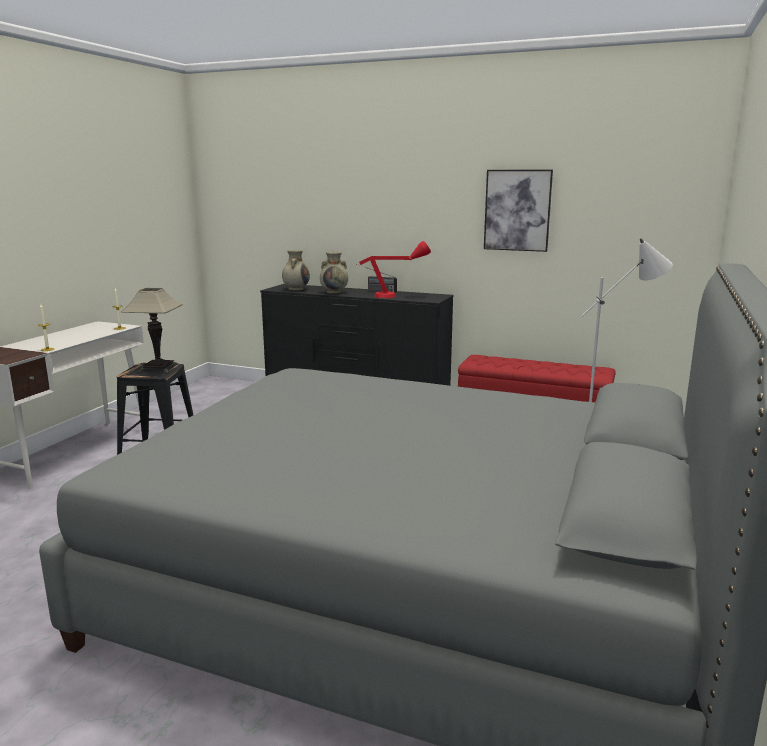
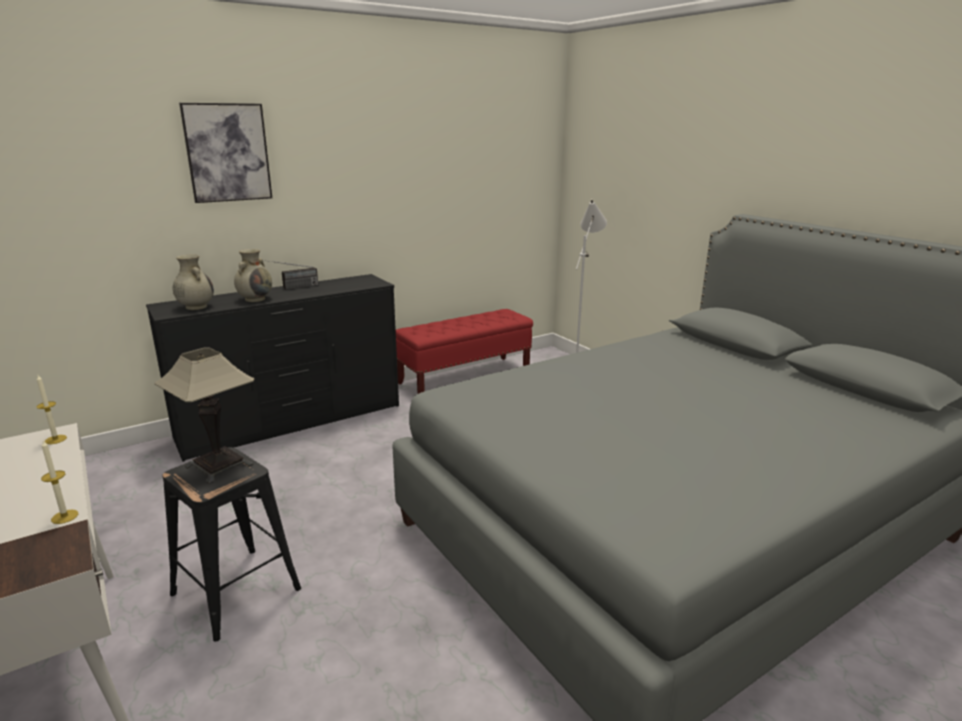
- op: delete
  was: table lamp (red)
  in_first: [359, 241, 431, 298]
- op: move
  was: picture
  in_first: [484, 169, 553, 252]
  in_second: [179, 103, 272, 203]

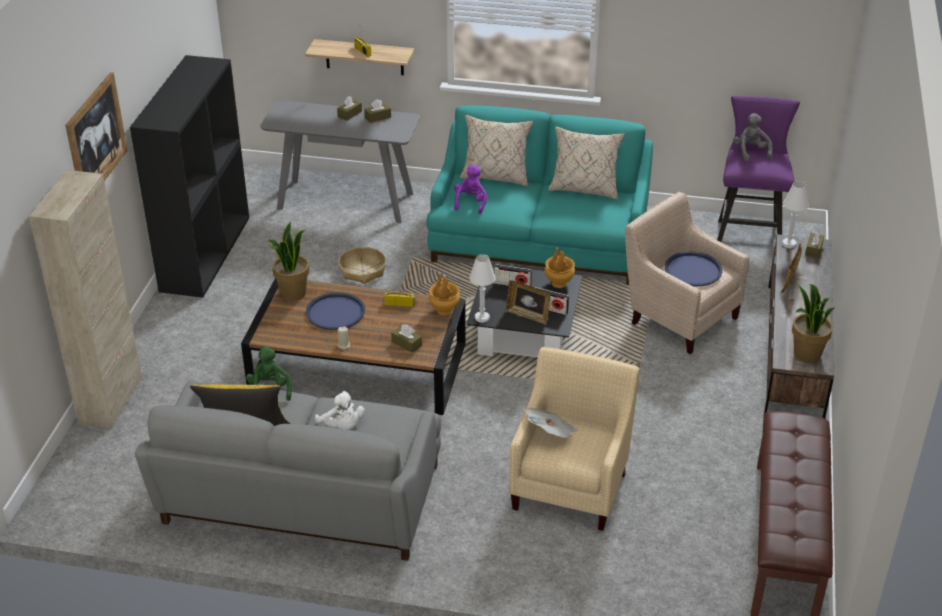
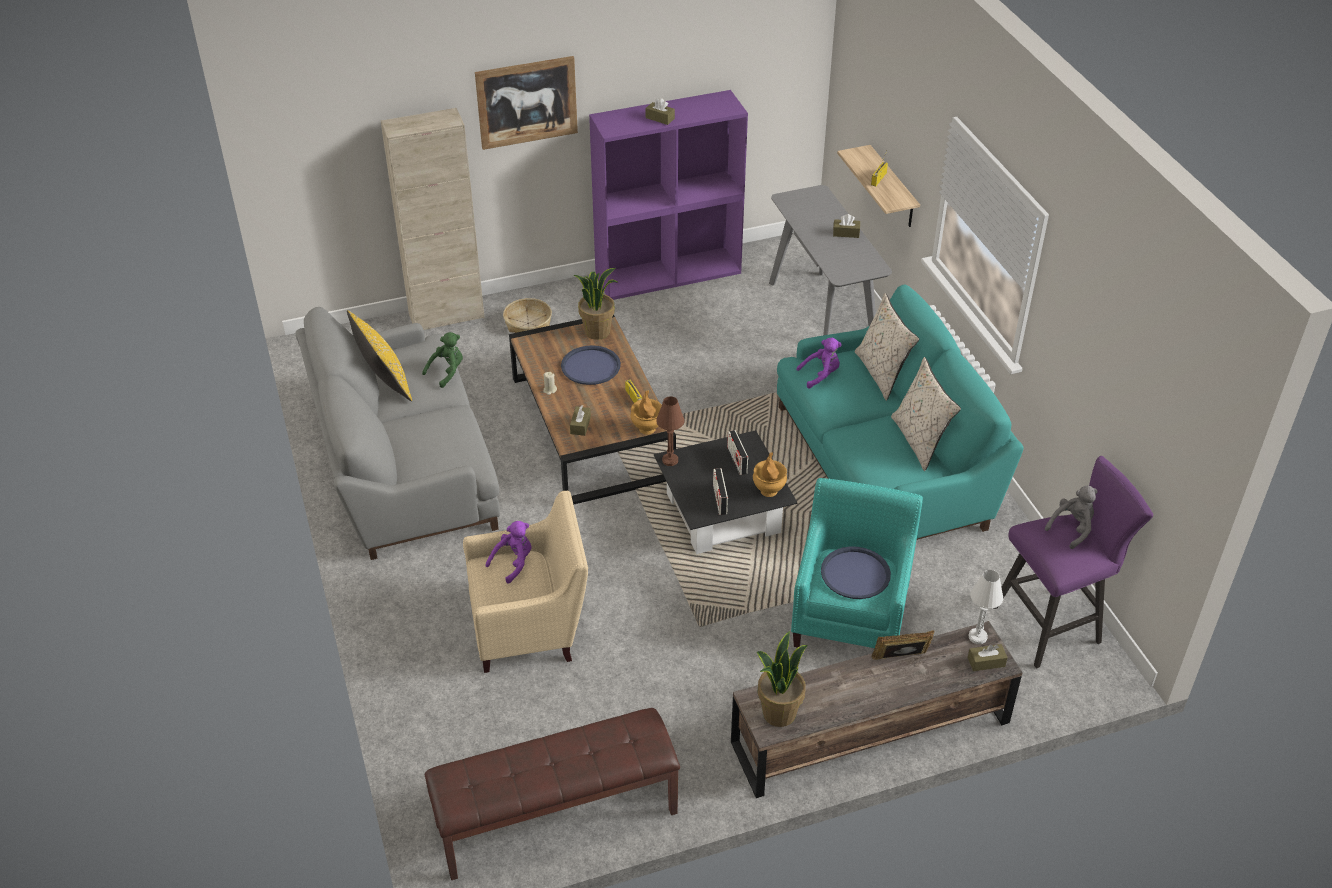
- op: recolor
  was: bookcase (black)
  now: bookcase (purple)
  in_first: [130, 55, 249, 298]
  in_second: [589, 90, 748, 300]
- op: delete
  was: plush toy (white)
  in_first: [315, 391, 365, 430]
- op: move
  was: basket
  in_first: [338, 247, 386, 284]
  in_second: [503, 298, 552, 333]
- op: move
  was: tissue box (brown)
  in_first: [364, 99, 391, 123]
  in_second: [645, 98, 675, 125]
- op: recolor
  was: table lamp (white)
  now: table lamp (brown)
  in_first: [469, 254, 496, 323]
  in_second: [656, 396, 685, 466]
- op: delete
  was: picture frame
  in_first: [506, 280, 551, 325]
- op: replace
  was: newspaper
  now: plush toy (purple)
  in_first: [525, 408, 579, 439]
  in_second: [485, 521, 532, 584]
- op: recolor
  was: armchair (beige)
  now: armchair (turquoise)
  in_first: [625, 192, 749, 354]
  in_second: [791, 478, 923, 648]

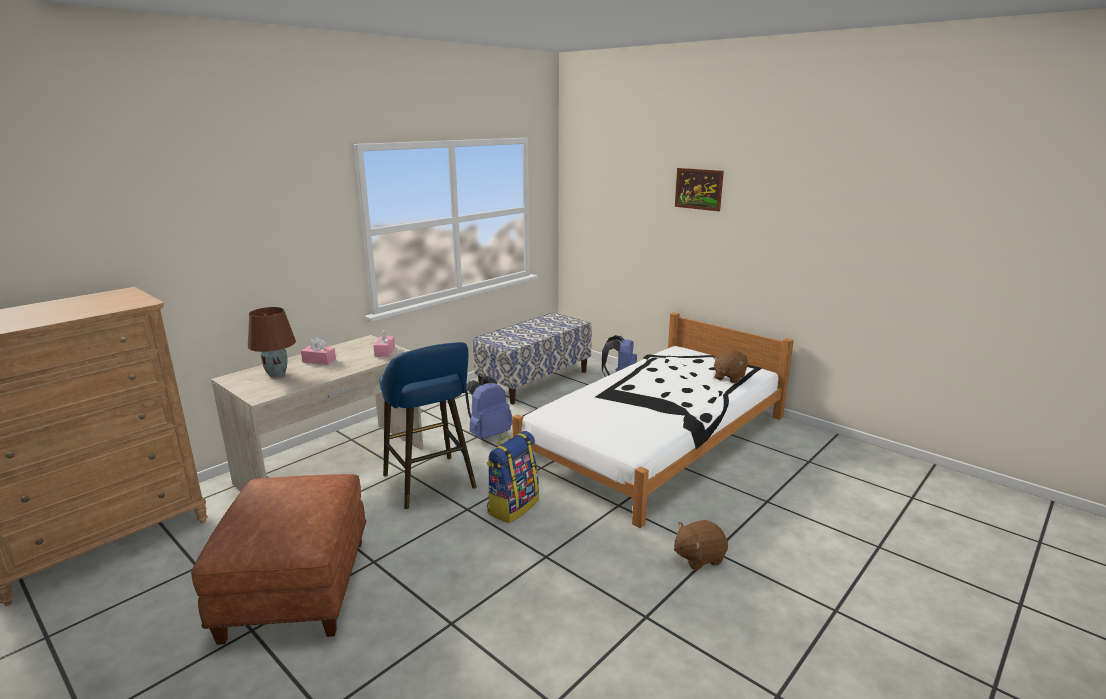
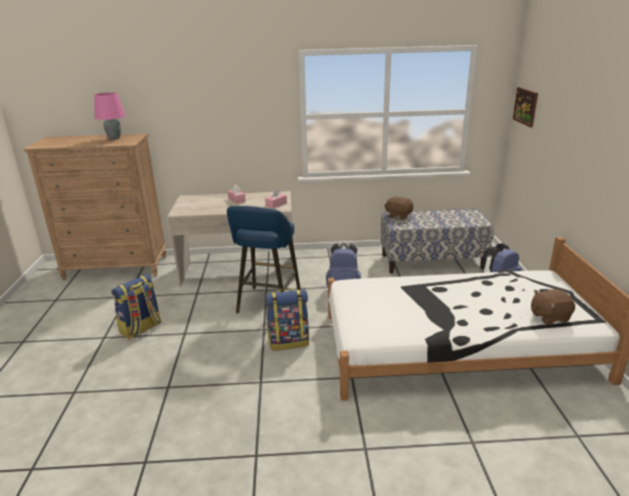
- op: replace
  was: ottoman (brown)
  now: backpack
  in_first: [191, 474, 366, 645]
  in_second: [111, 274, 162, 339]
- op: delete
  was: table lamp (brown)
  in_first: [248, 307, 296, 377]
- op: move
  was: plush toy (brown)
  in_first: [674, 520, 728, 570]
  in_second: [384, 196, 413, 220]
- op: move
  was: picture
  in_first: [675, 168, 724, 211]
  in_second: [513, 87, 538, 127]
- op: insert
  now: table lamp (pink)
  in_second: [94, 92, 126, 140]

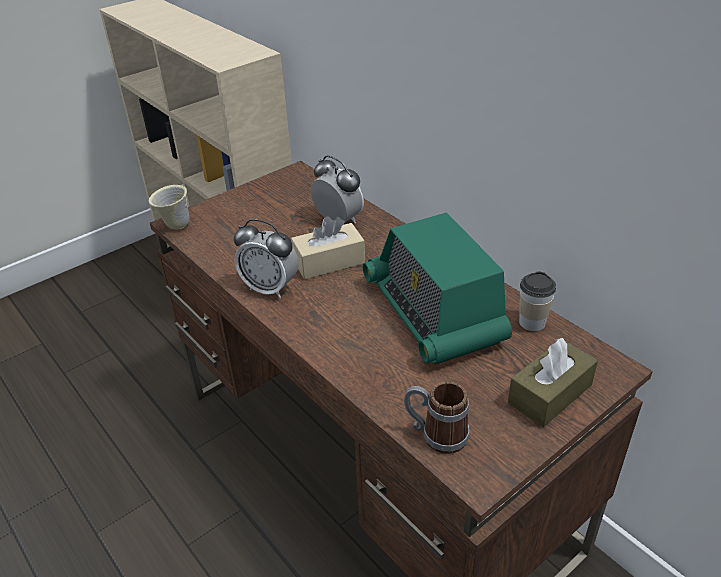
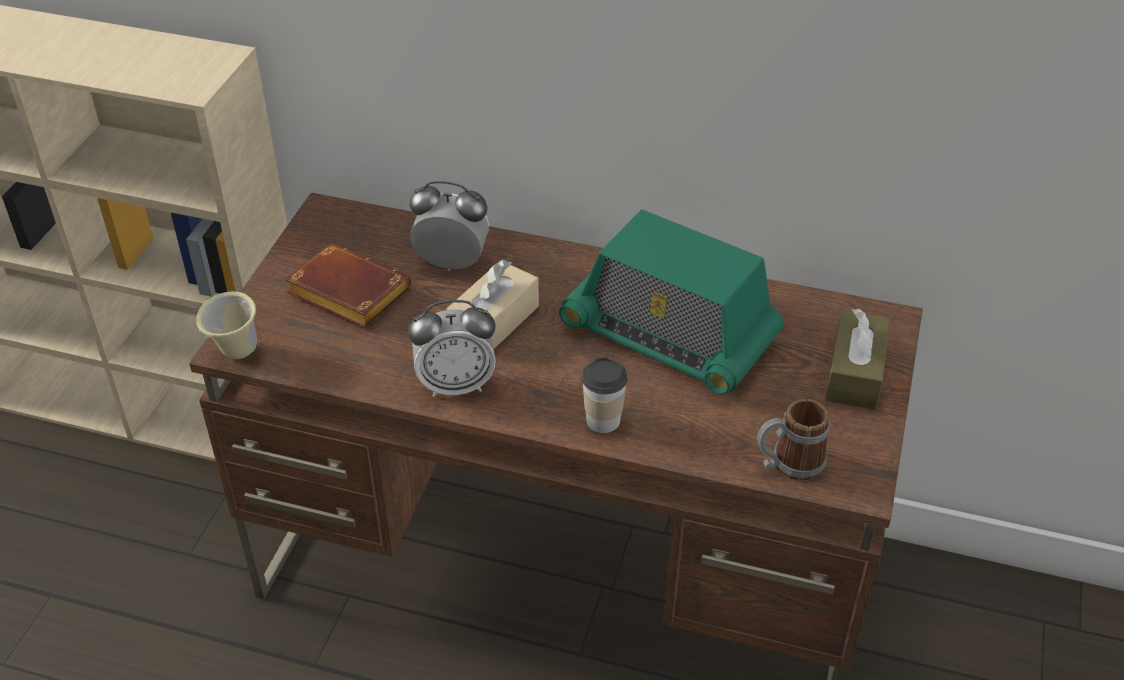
- op: move
  was: cup
  in_first: [519, 271, 556, 331]
  in_second: [582, 357, 628, 433]
- op: insert
  now: book (brown)
  in_second: [285, 243, 411, 328]

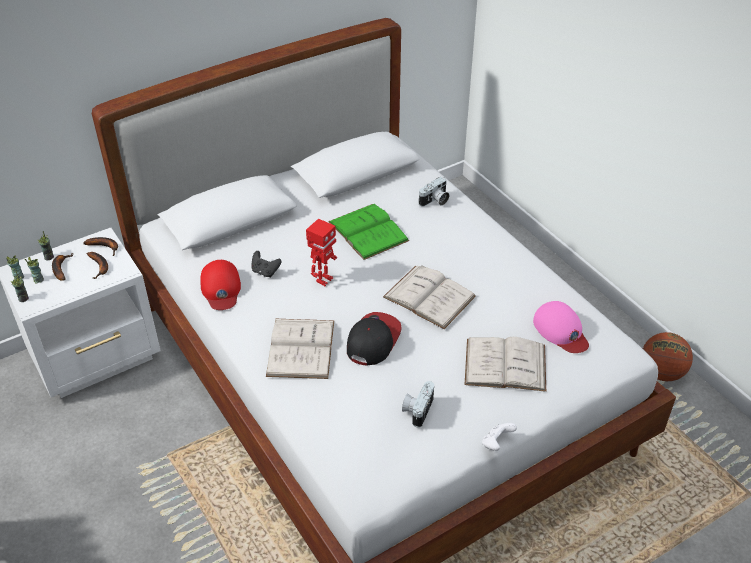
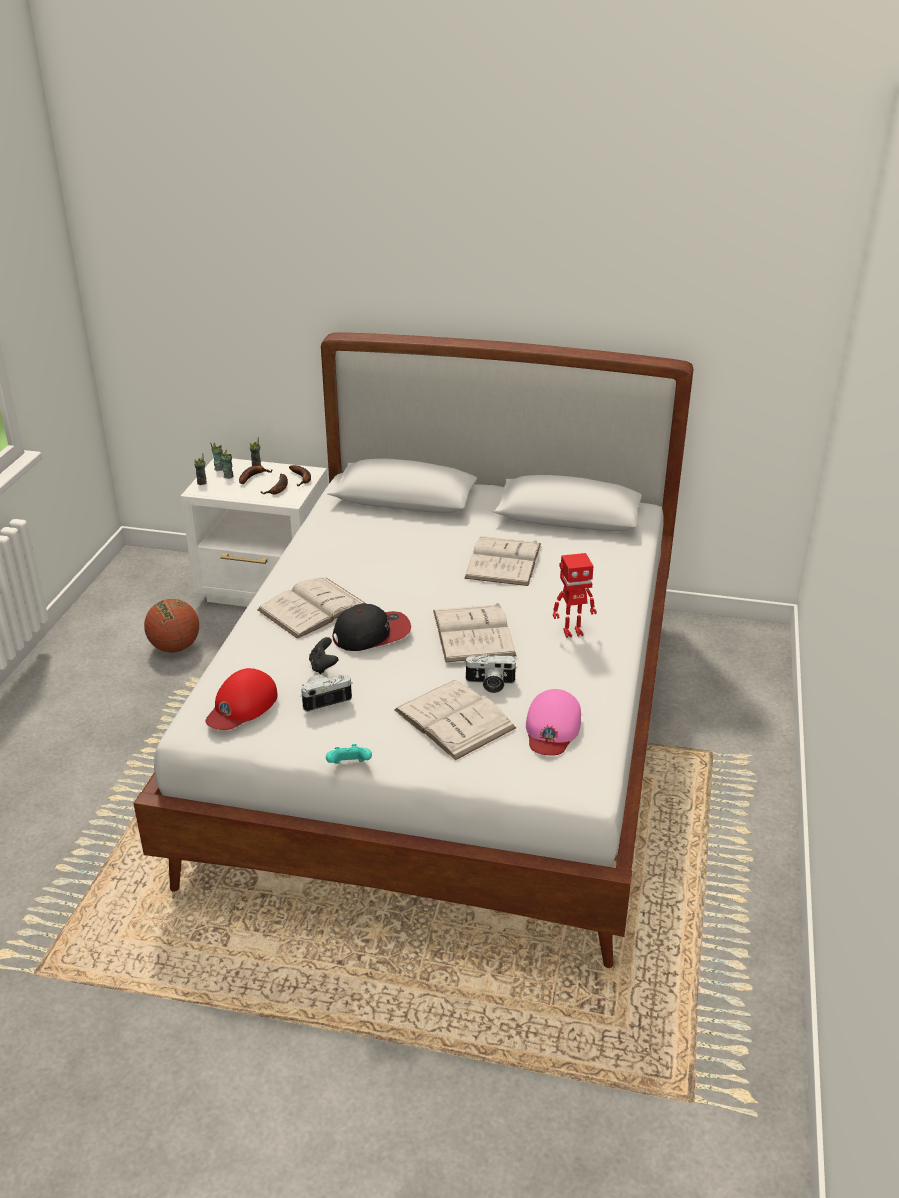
- op: move
  was: cap (red)
  in_first: [200, 260, 241, 310]
  in_second: [206, 668, 278, 730]
- op: move
  was: game controller (black)
  in_first: [252, 251, 281, 277]
  in_second: [309, 637, 338, 674]
- op: move
  was: toy robot
  in_first: [306, 219, 337, 286]
  in_second: [553, 553, 597, 638]
- op: recolor
  was: book (green)
  now: book (white)
  in_first: [328, 204, 409, 260]
  in_second: [464, 536, 541, 586]
- op: move
  was: photo camera
  in_first: [419, 177, 449, 207]
  in_second: [464, 655, 517, 693]
- op: recolor
  was: game controller (white)
  now: game controller (turquoise)
  in_first: [482, 423, 517, 451]
  in_second: [326, 744, 372, 764]
- op: move
  was: basketball
  in_first: [643, 332, 693, 381]
  in_second: [144, 599, 199, 652]

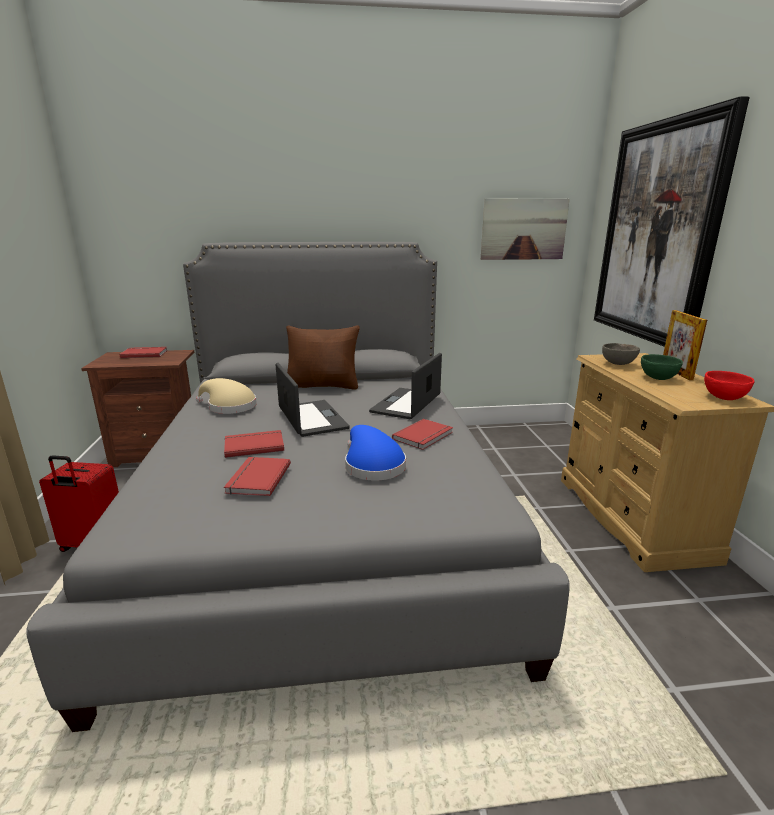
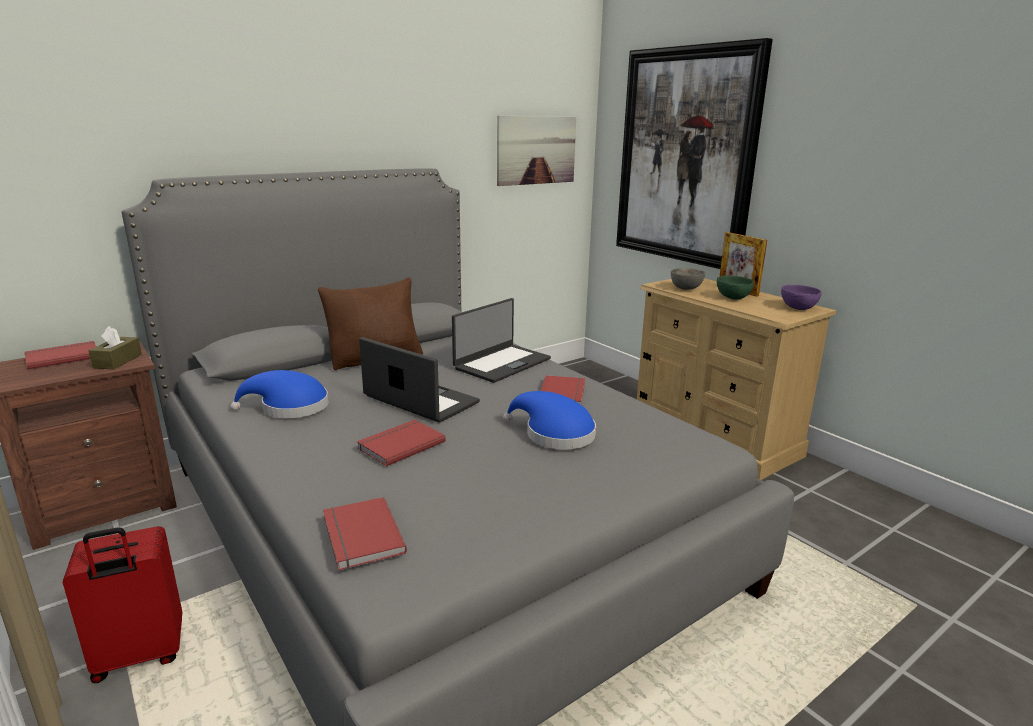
- op: recolor
  was: hat (beige)
  now: hat (blue)
  in_first: [196, 378, 257, 414]
  in_second: [230, 370, 329, 418]
- op: move
  was: book (red)
  in_first: [224, 457, 291, 496]
  in_second: [323, 497, 407, 570]
- op: rotate
  was: laptop
  in_first: [369, 353, 442, 419]
  in_second: [452, 298, 551, 383]
  clockwise: -135
- op: recolor
  was: bowl (red)
  now: bowl (purple)
  in_first: [704, 371, 754, 400]
  in_second: [781, 285, 822, 310]
- op: insert
  now: tissue box (brown)
  in_second: [89, 326, 142, 369]

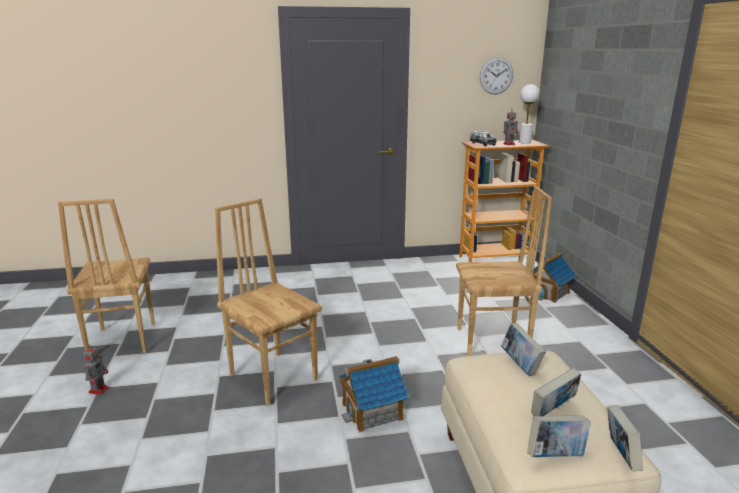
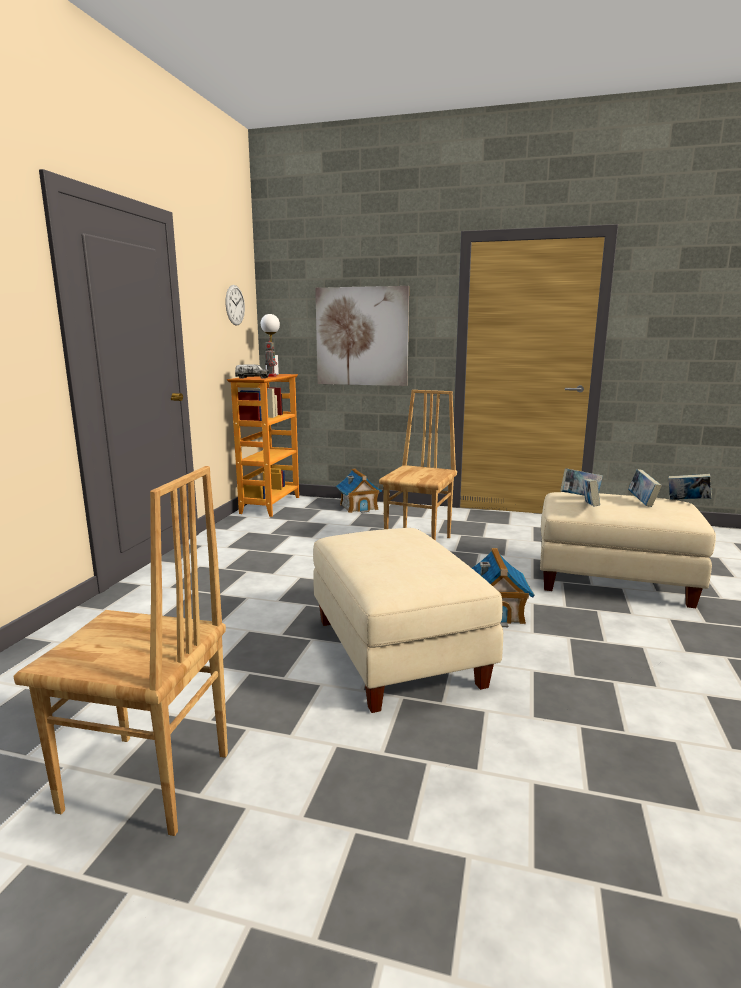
- op: delete
  was: toy robot
  in_first: [83, 344, 109, 395]
- op: replace
  was: chair (brown)
  now: ottoman (beige)
  in_first: [215, 198, 322, 405]
  in_second: [313, 528, 503, 713]
- op: move
  was: book
  in_first: [528, 415, 591, 457]
  in_second: [582, 478, 600, 507]
- op: insert
  now: picture
  in_second: [315, 286, 409, 386]

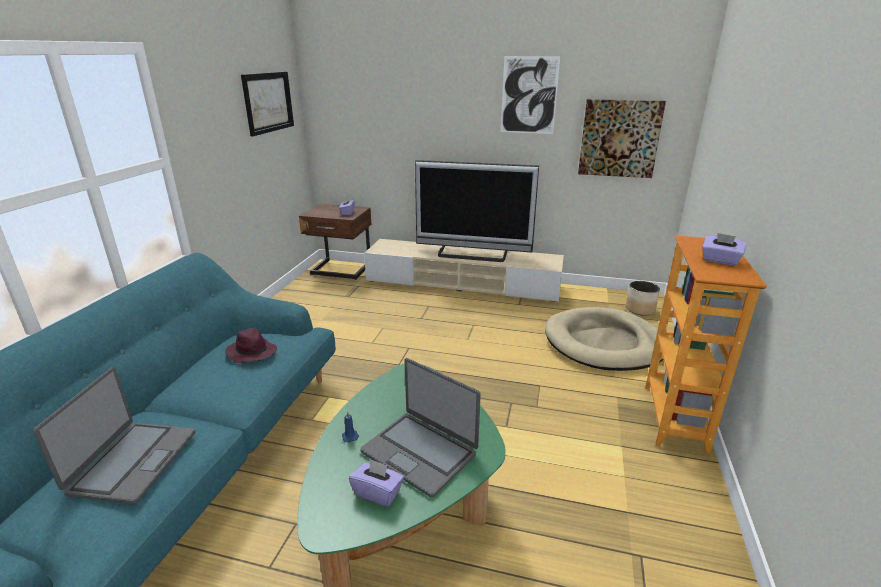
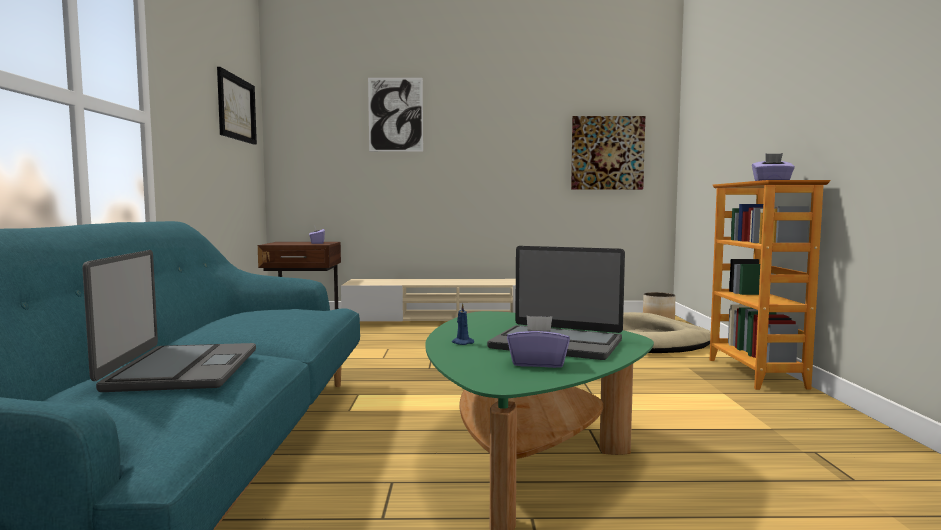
- op: delete
  was: hat (purple)
  in_first: [225, 328, 277, 363]
- op: delete
  was: television
  in_first: [415, 160, 539, 262]
- op: move
  was: picture
  in_first: [501, 56, 560, 134]
  in_second: [368, 78, 423, 151]

